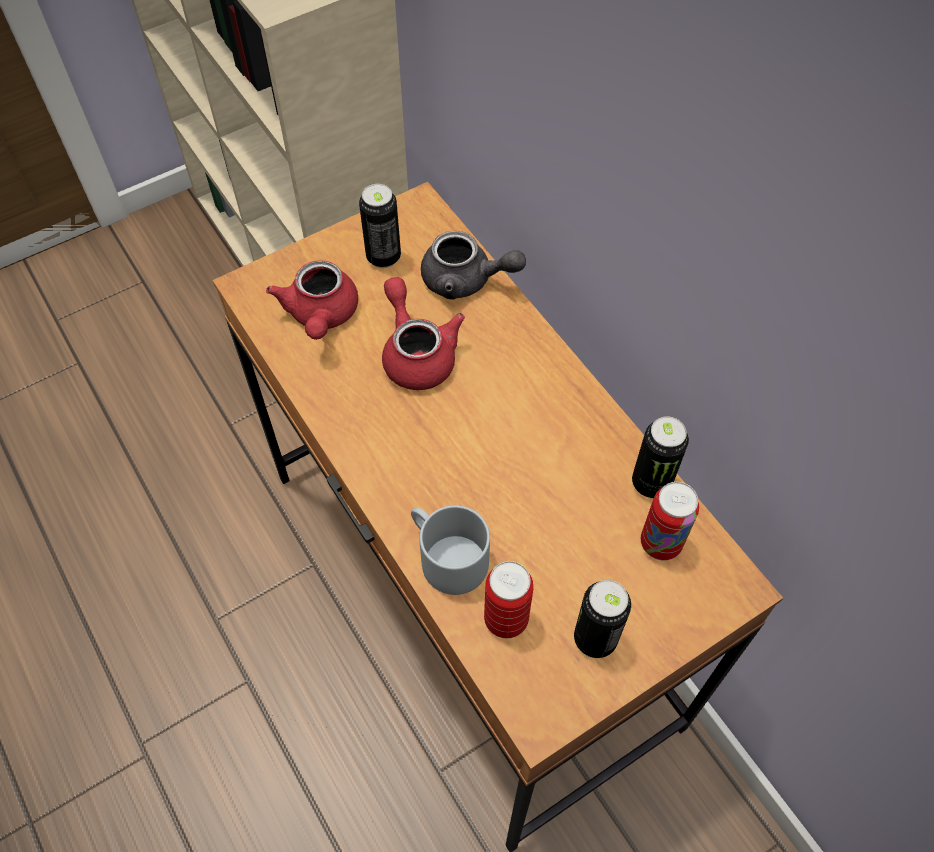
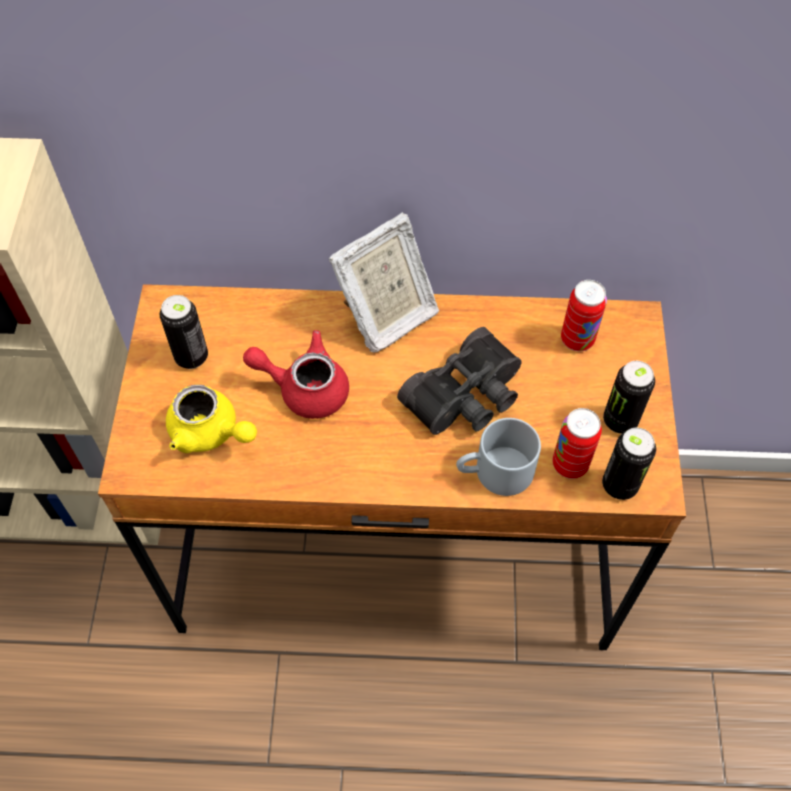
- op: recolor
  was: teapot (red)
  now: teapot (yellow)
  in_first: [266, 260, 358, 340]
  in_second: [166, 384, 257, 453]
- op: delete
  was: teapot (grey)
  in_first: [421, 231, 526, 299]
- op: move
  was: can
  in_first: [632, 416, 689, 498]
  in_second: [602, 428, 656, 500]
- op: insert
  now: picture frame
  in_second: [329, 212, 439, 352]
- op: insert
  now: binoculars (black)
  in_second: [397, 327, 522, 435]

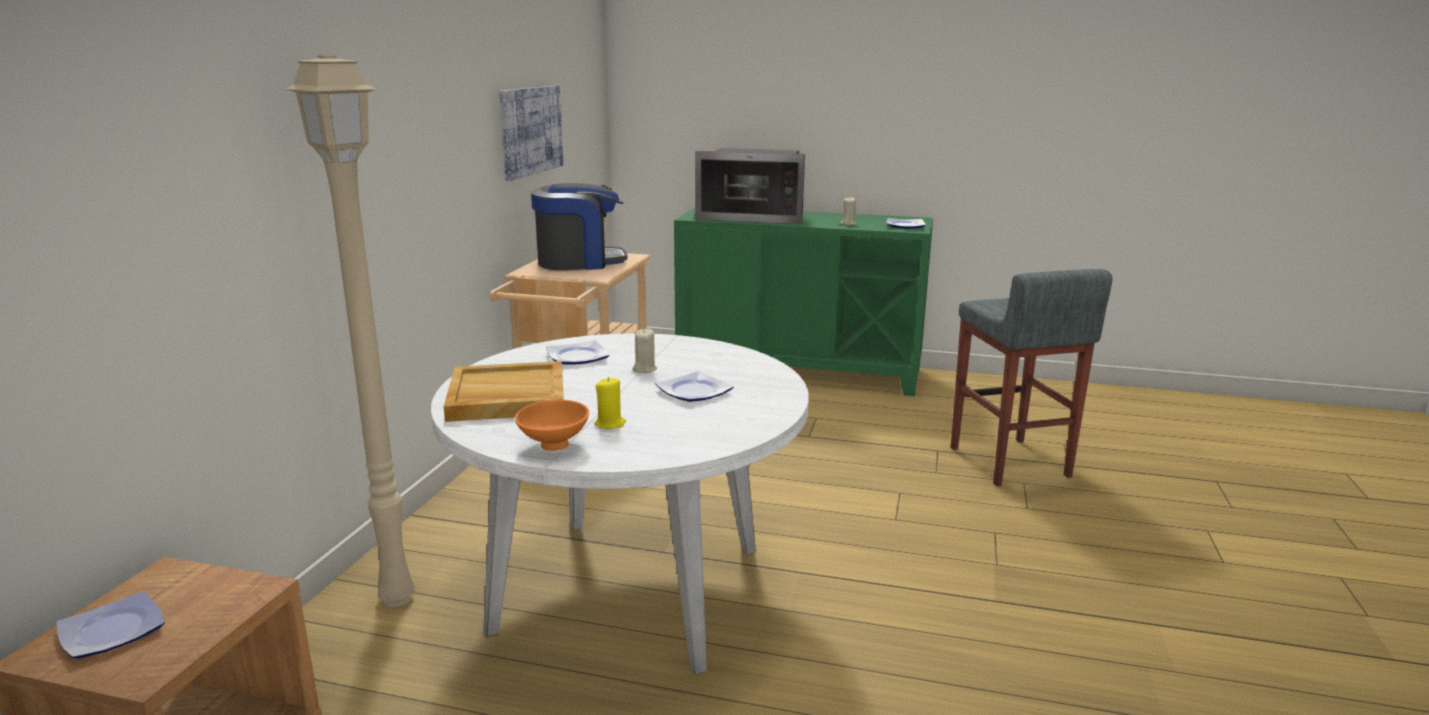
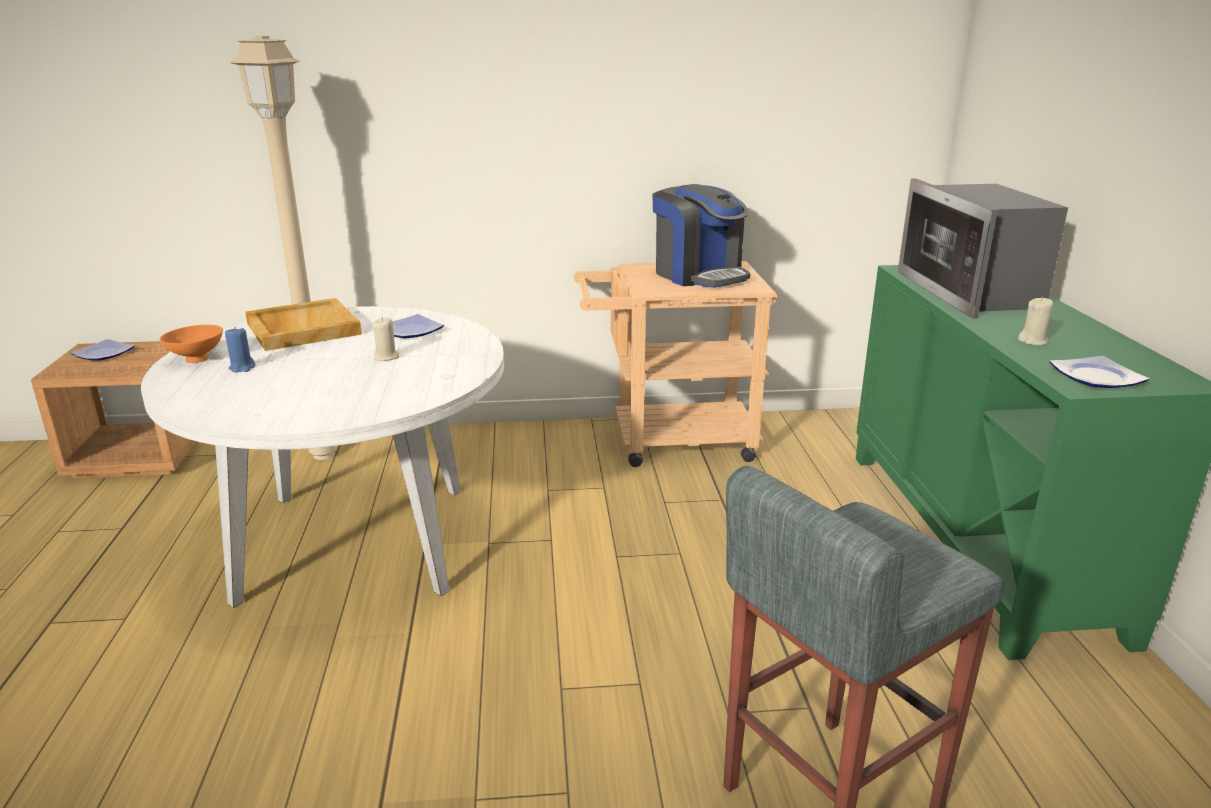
- op: delete
  was: picture
  in_first: [499, 86, 564, 181]
- op: recolor
  was: candle (yellow)
  now: candle (blue)
  in_first: [594, 377, 626, 429]
  in_second: [225, 327, 256, 372]
- op: delete
  was: plate
  in_first: [655, 371, 734, 402]

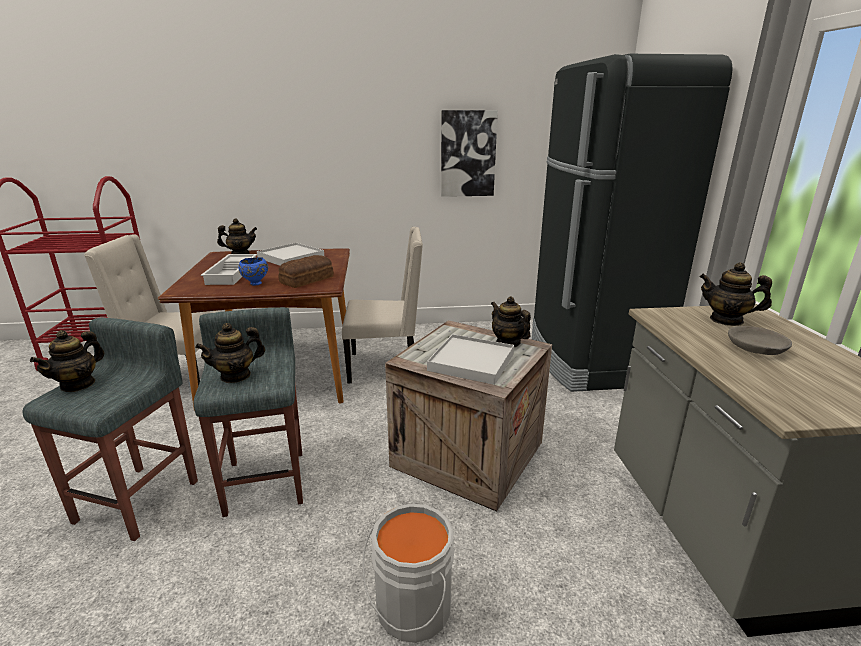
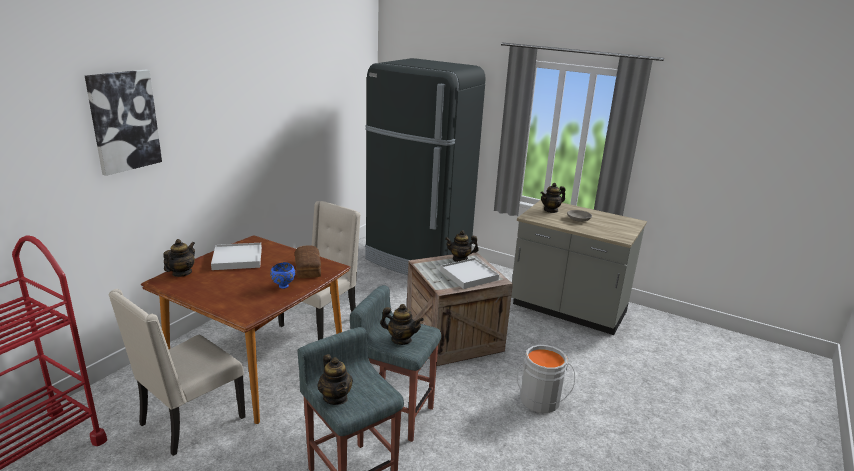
- op: rotate
  was: teapot
  in_first: [195, 323, 265, 383]
  in_second: [380, 304, 424, 345]
  clockwise: -75
- op: delete
  was: tray (white)
  in_first: [201, 254, 257, 285]
- op: move
  was: picture
  in_first: [441, 110, 498, 197]
  in_second: [85, 70, 162, 176]

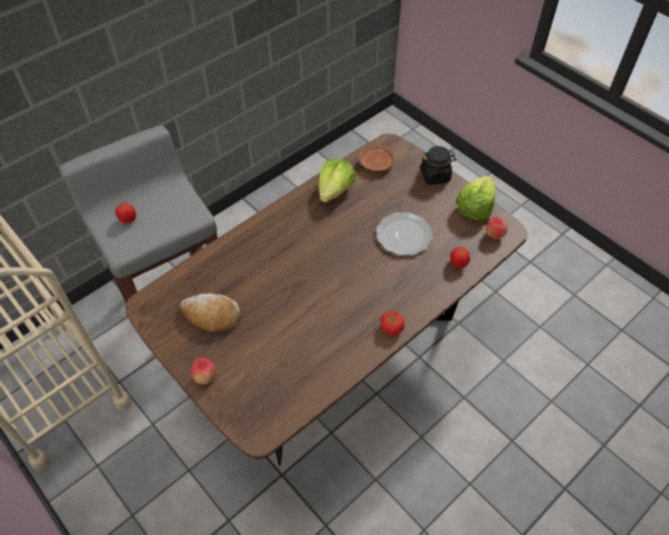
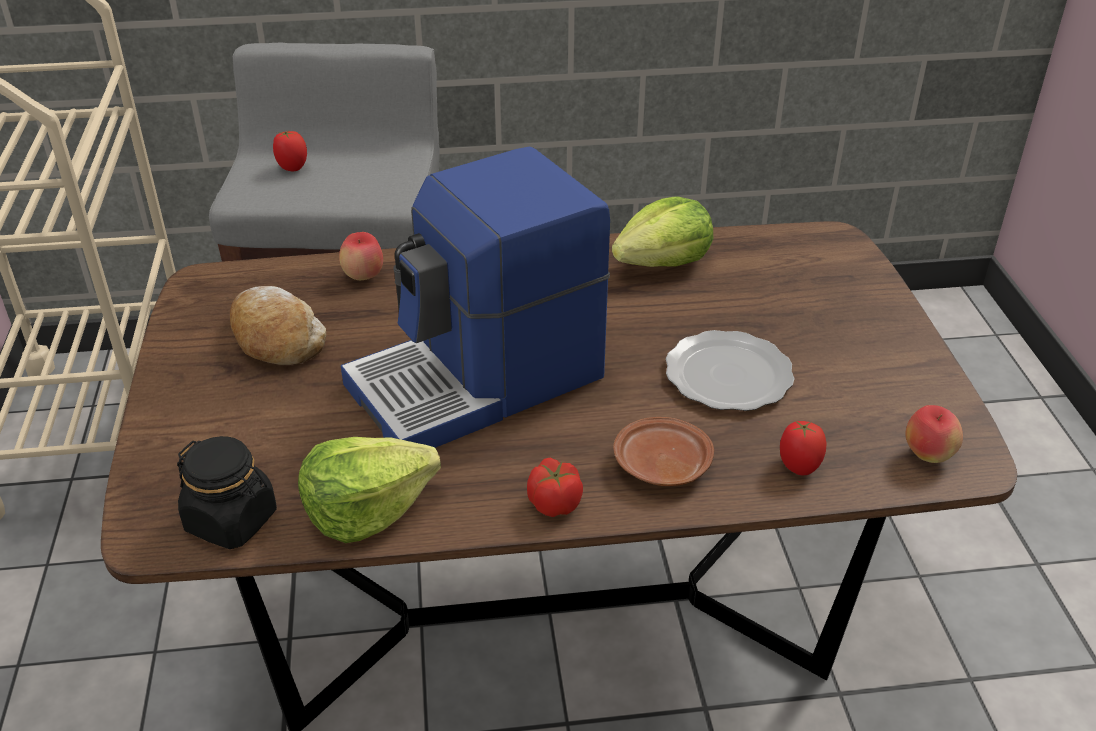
- op: move
  was: apple
  in_first: [191, 358, 216, 384]
  in_second: [339, 232, 383, 280]
- op: move
  was: plate (brown)
  in_first: [359, 145, 395, 171]
  in_second: [613, 417, 714, 486]
- op: move
  was: jar (black)
  in_first: [420, 146, 456, 185]
  in_second: [177, 436, 277, 549]
- op: move
  was: lettuce
  in_first: [456, 176, 495, 221]
  in_second: [298, 437, 441, 543]
- op: insert
  now: coffee machine
  in_second: [341, 147, 610, 448]

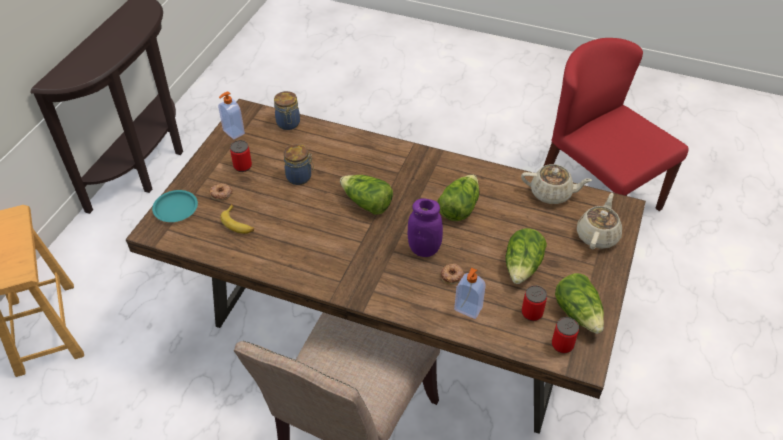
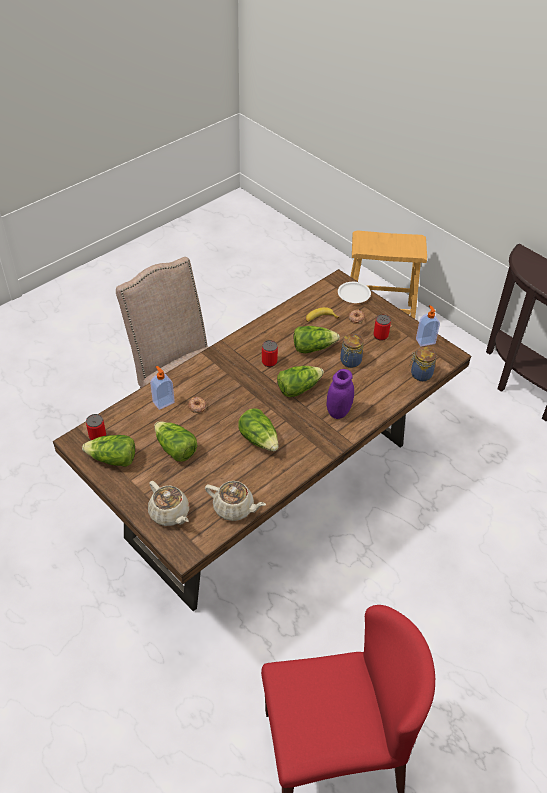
- op: recolor
  was: plate (turquoise)
  now: plate (white)
  in_first: [152, 190, 198, 222]
  in_second: [338, 282, 371, 303]
- op: move
  was: jar (purple)
  in_first: [408, 199, 443, 257]
  in_second: [327, 369, 354, 419]
- op: rotate
  was: teapot (beige)
  in_first: [521, 164, 592, 204]
  in_second: [205, 481, 266, 521]
  clockwise: -105
- op: move
  was: can
  in_first: [522, 285, 547, 321]
  in_second: [262, 340, 278, 367]
- op: insert
  now: lettuce
  in_second: [294, 326, 340, 353]

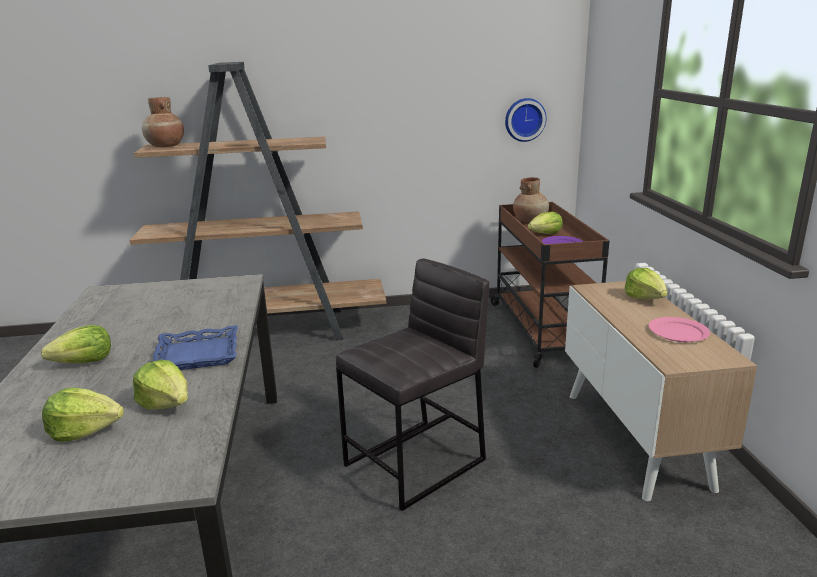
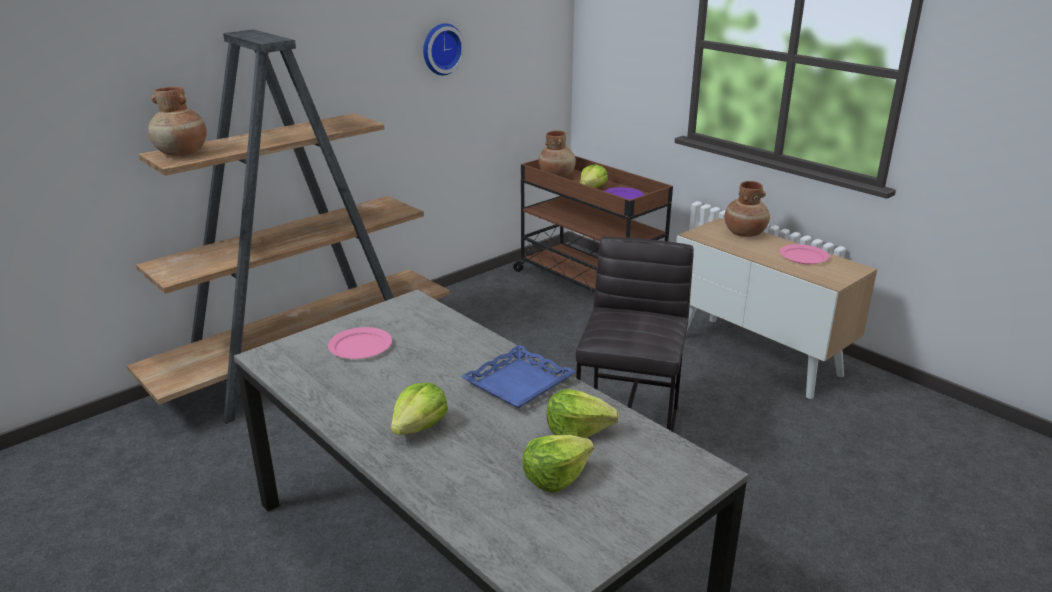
- op: move
  was: wall clock
  in_first: [505, 98, 546, 142]
  in_second: [423, 23, 465, 75]
- op: replace
  was: lettuce
  now: vase (brown)
  in_first: [625, 268, 668, 300]
  in_second: [725, 181, 770, 237]
- op: insert
  now: plate (pink)
  in_second: [328, 327, 392, 359]

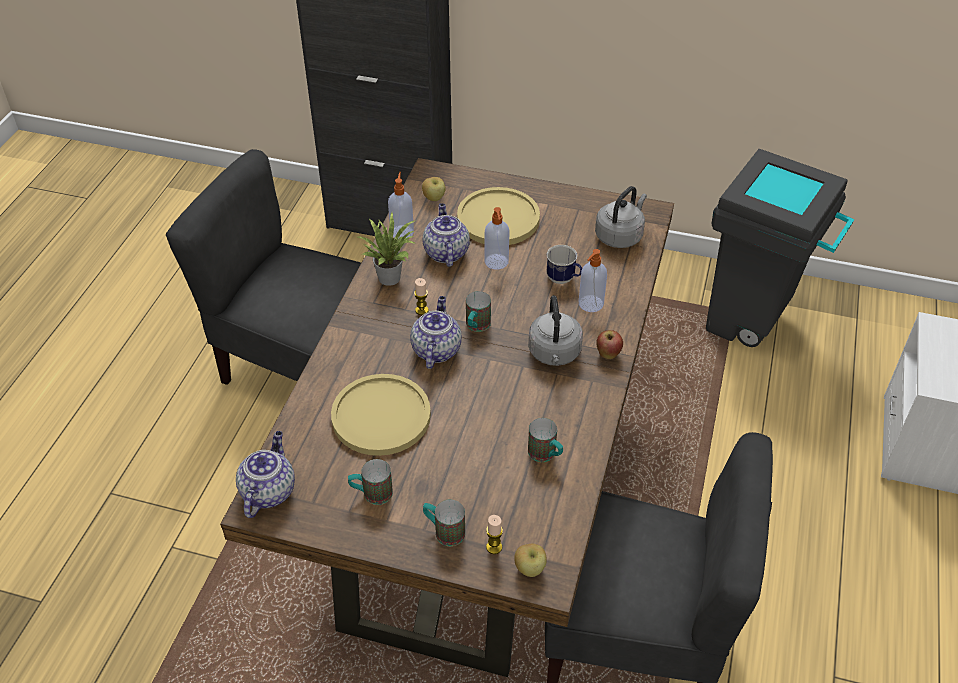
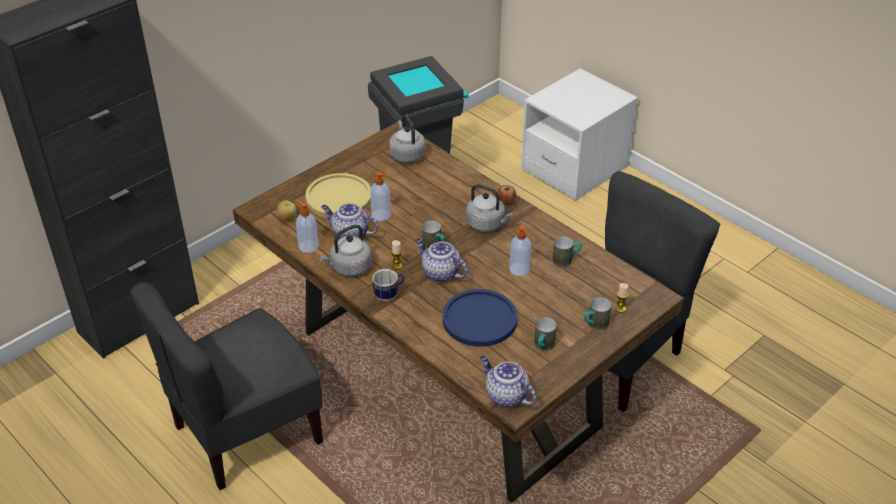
- op: recolor
  was: plate (yellow)
  now: plate (blue)
  in_first: [331, 374, 431, 456]
  in_second: [443, 289, 517, 347]
- op: replace
  was: potted plant
  now: kettle (grey)
  in_first: [358, 212, 416, 286]
  in_second: [319, 224, 372, 276]
- op: delete
  was: apple
  in_first: [514, 544, 547, 577]
- op: move
  was: mug
  in_first: [547, 245, 582, 284]
  in_second: [372, 269, 404, 301]
- op: move
  was: soap dispenser
  in_first: [579, 249, 607, 312]
  in_second: [509, 225, 531, 276]

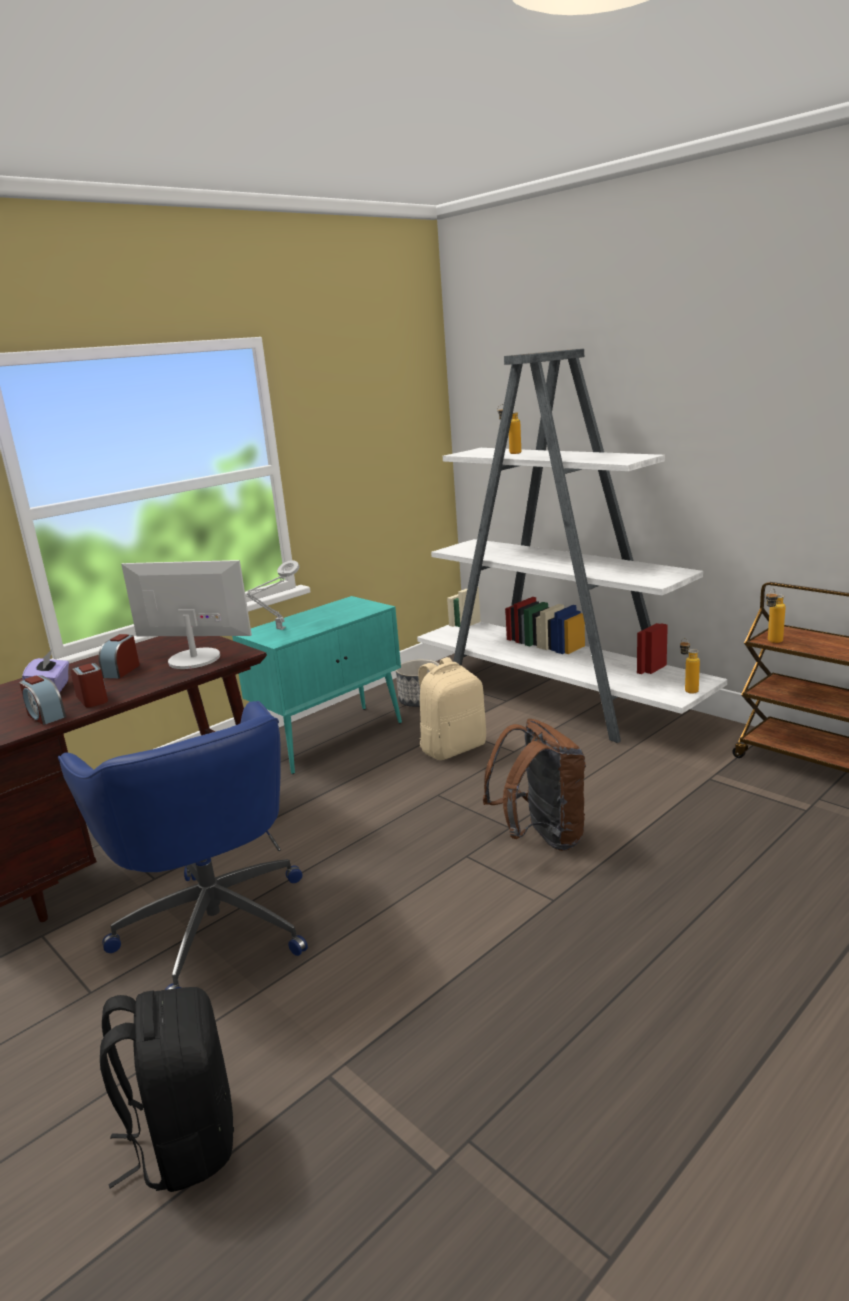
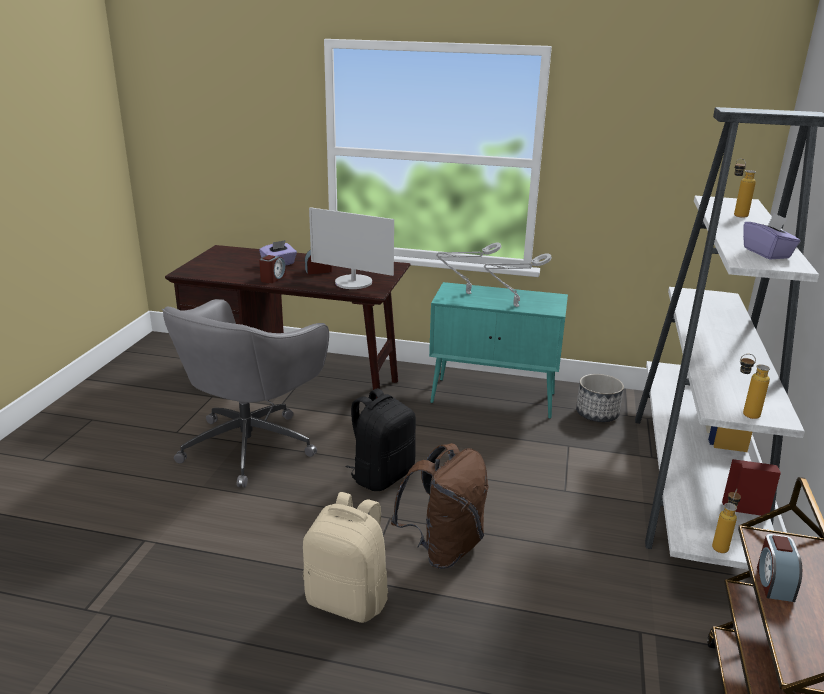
- op: move
  was: alarm clock
  in_first: [19, 675, 66, 725]
  in_second: [757, 534, 802, 602]
- op: recolor
  was: office chair (blue)
  now: office chair (grey)
  in_first: [58, 701, 308, 990]
  in_second: [162, 299, 329, 488]
- op: move
  was: backpack (black)
  in_first: [100, 987, 234, 1192]
  in_second: [346, 388, 416, 491]
- op: rotate
  was: monitor
  in_first: [121, 560, 252, 669]
  in_second: [309, 207, 394, 289]
  clockwise: 135
- op: move
  was: backpack (beige)
  in_first: [418, 657, 486, 760]
  in_second: [303, 492, 388, 623]
- op: move
  was: bottle
  in_first: [766, 589, 786, 643]
  in_second: [740, 354, 770, 419]
- op: insert
  now: table lamp (grey)
  in_second: [484, 253, 552, 307]
- op: insert
  now: tissue box (purple)
  in_second: [743, 213, 801, 260]

